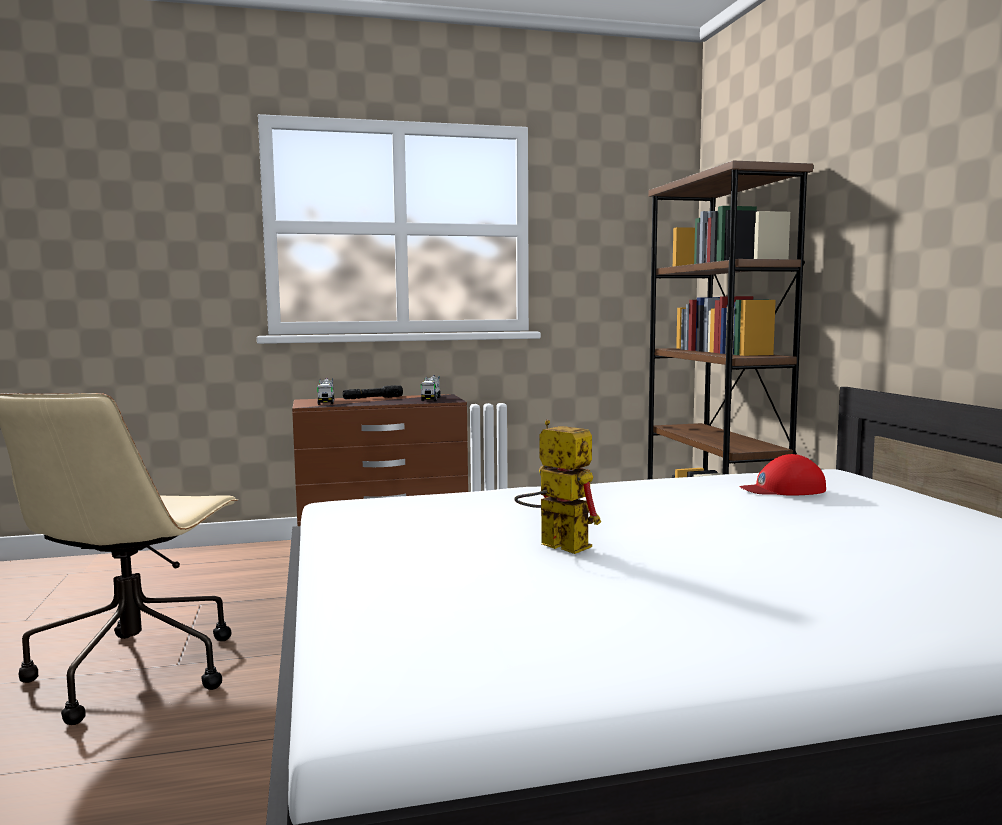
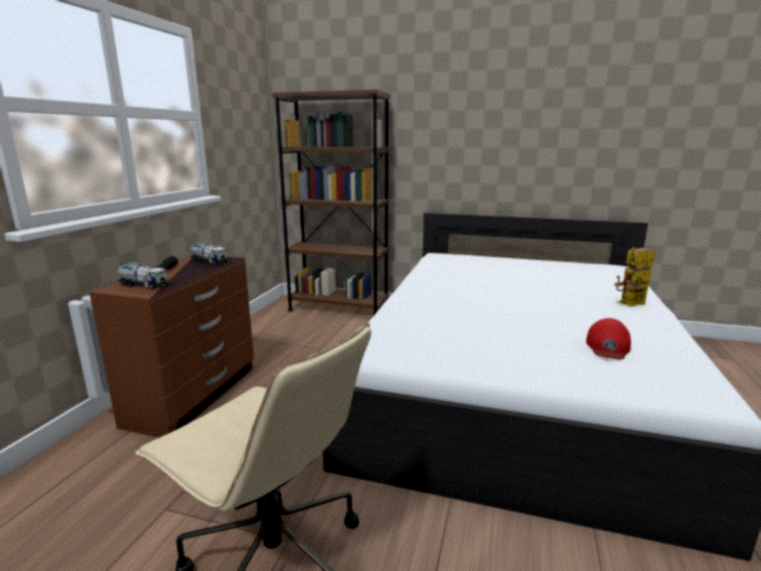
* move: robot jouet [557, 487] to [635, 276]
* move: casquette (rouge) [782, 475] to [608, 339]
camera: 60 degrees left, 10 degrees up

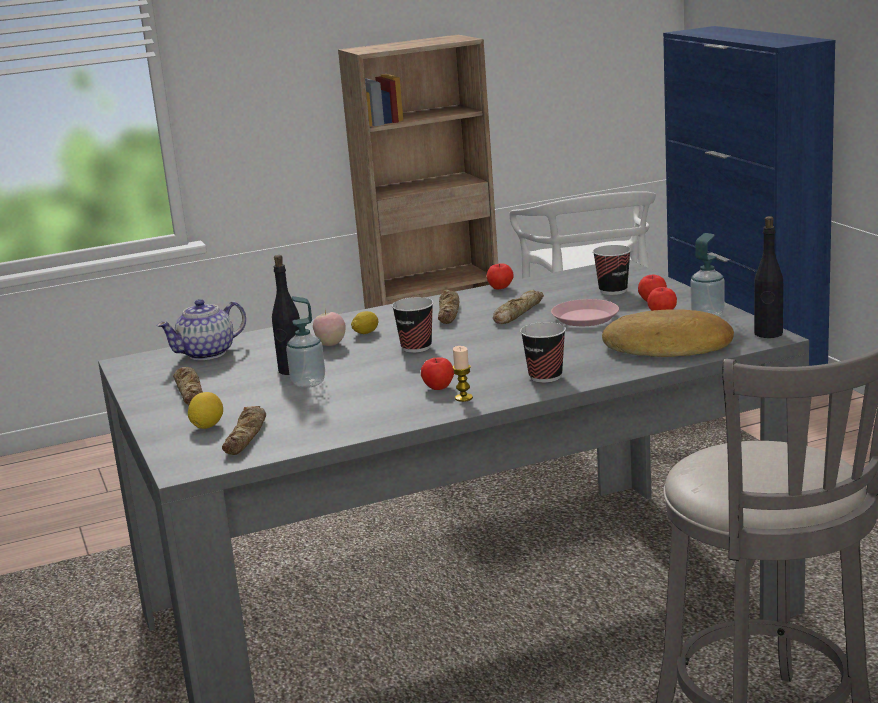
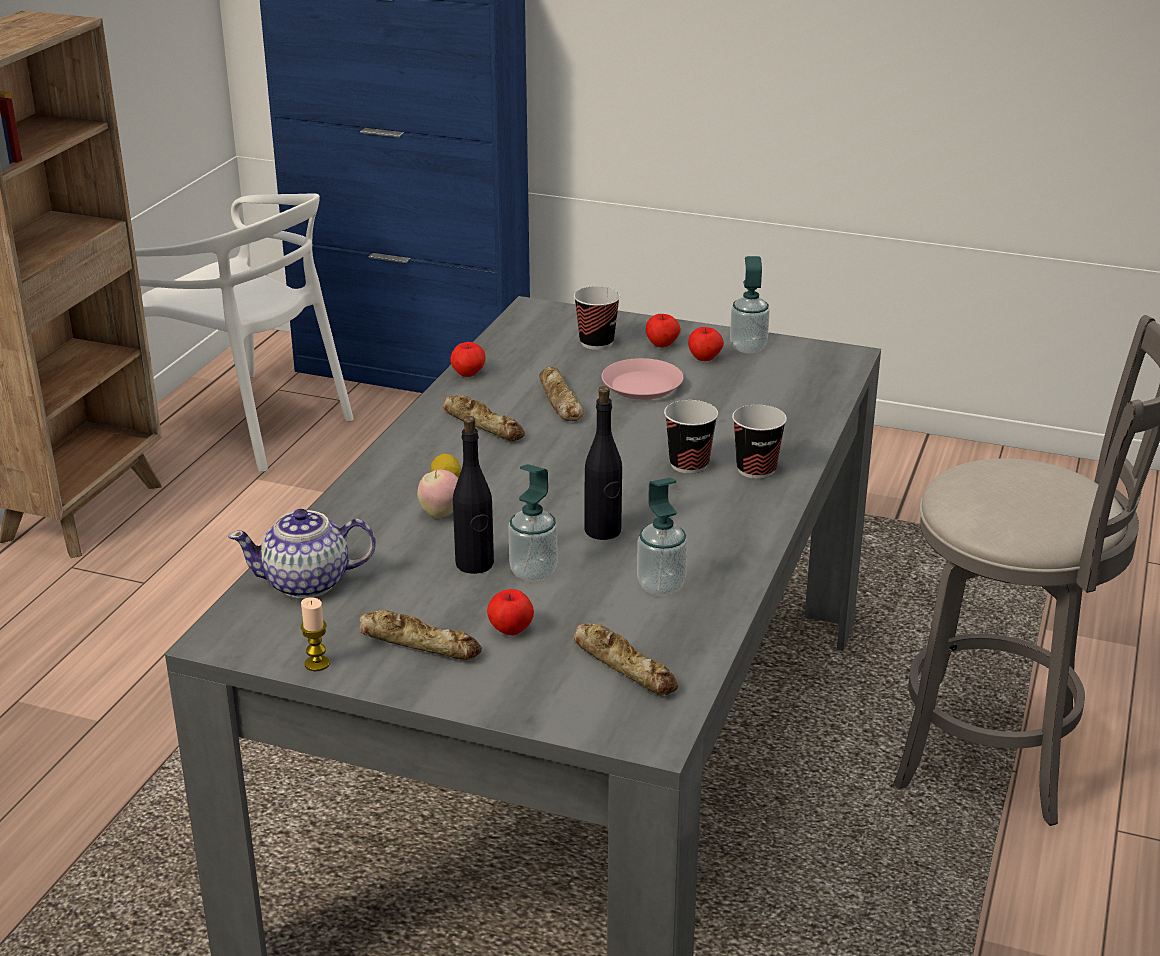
* delete: citron [205, 410]
* delete: pain [668, 333]
* insert: distributeur de savon [662, 537]
* move: tasse [413, 325] to [691, 437]
* move: pomme [437, 373] to [510, 612]
* move: bougie [462, 374] to [315, 634]
* move: bouteille (noir) [768, 277] to [603, 463]
* rotate: théière [201, 329] = [302, 553] 75 degrees clockwise
camera: 50 degrees left, 10 degrees up

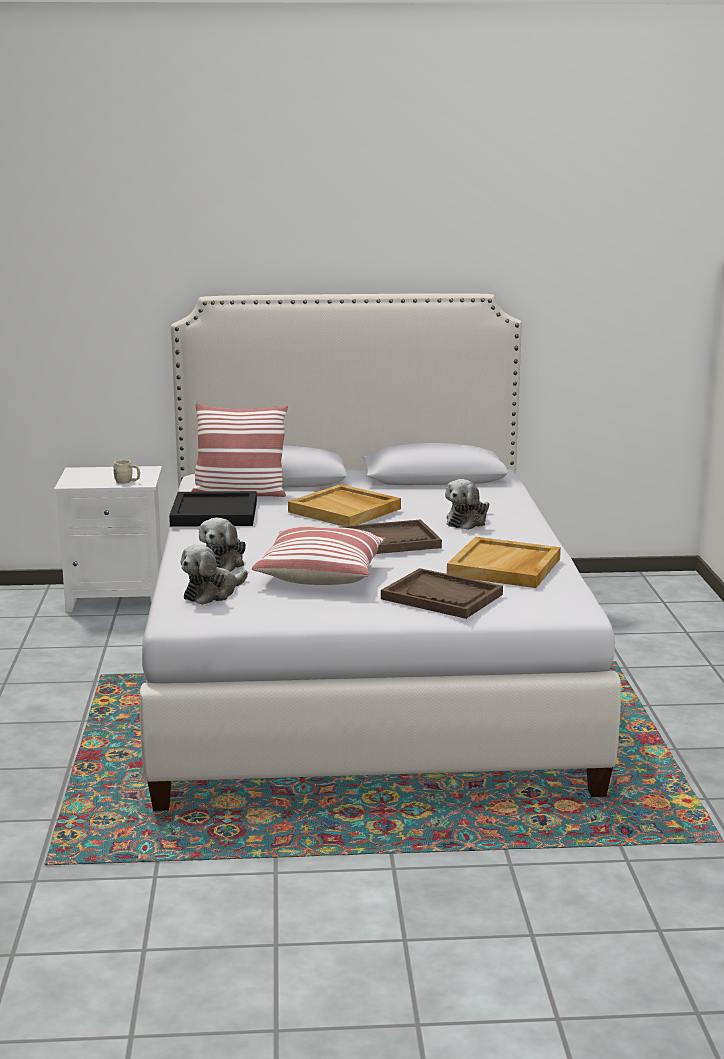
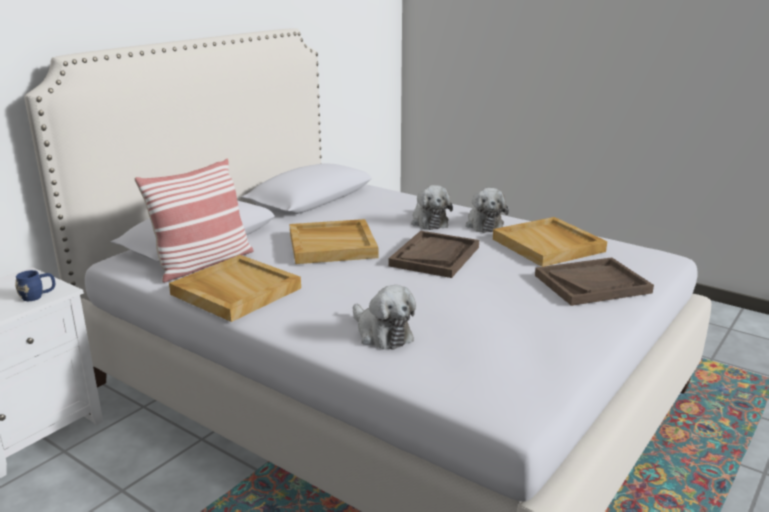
* delete: coussin [319, 555]
* move: peluche [214, 574] to [487, 210]
* recolor: mug (beige) [126, 472] to mug (bleu) [35, 285]
* recolor: plateau (noir) [213, 509] to plateau (beige) [235, 288]
camera: 50 degrees left, 5 degrees up

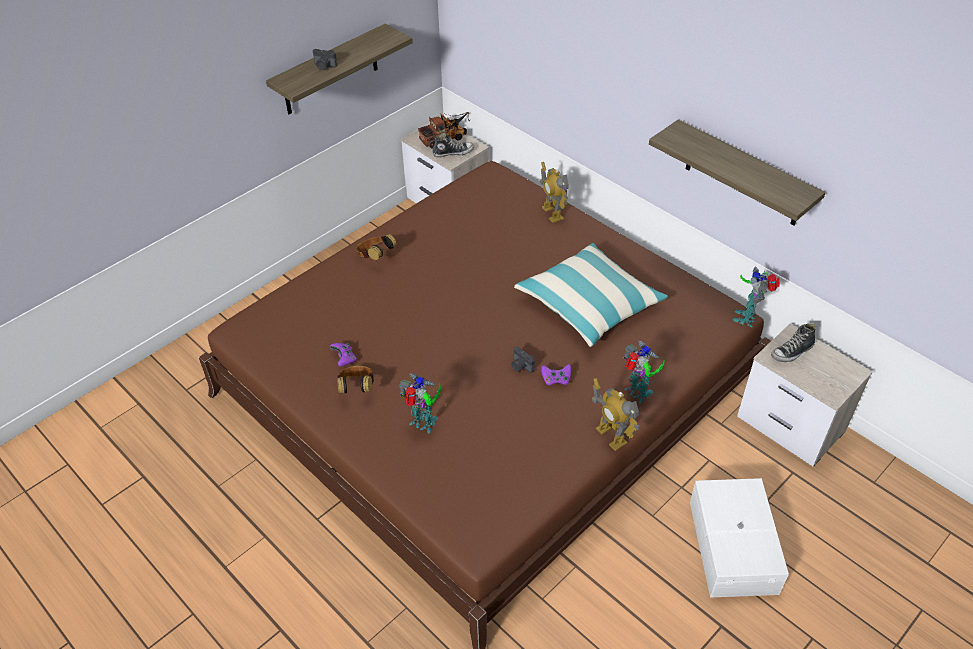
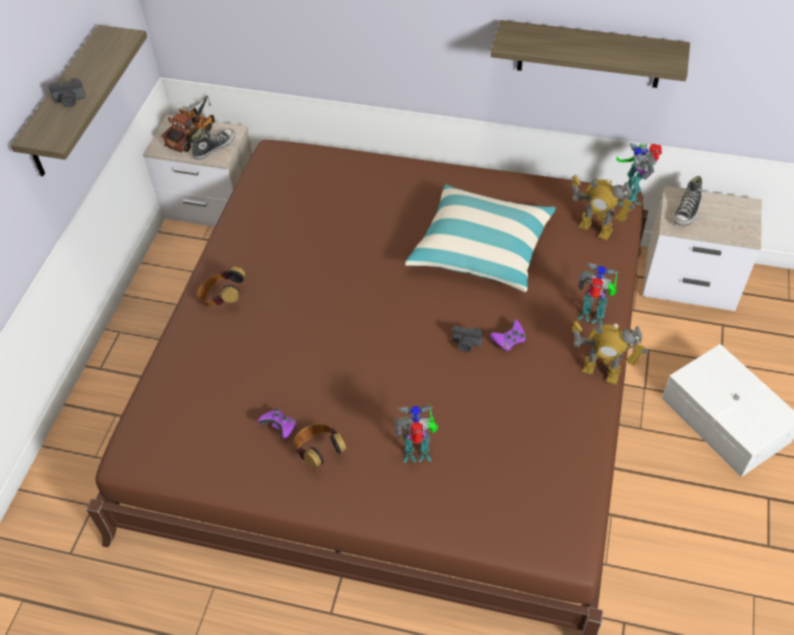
* move: robot jouet [554, 192] to [603, 208]
camera: 30 degrees left, 5 degrees up

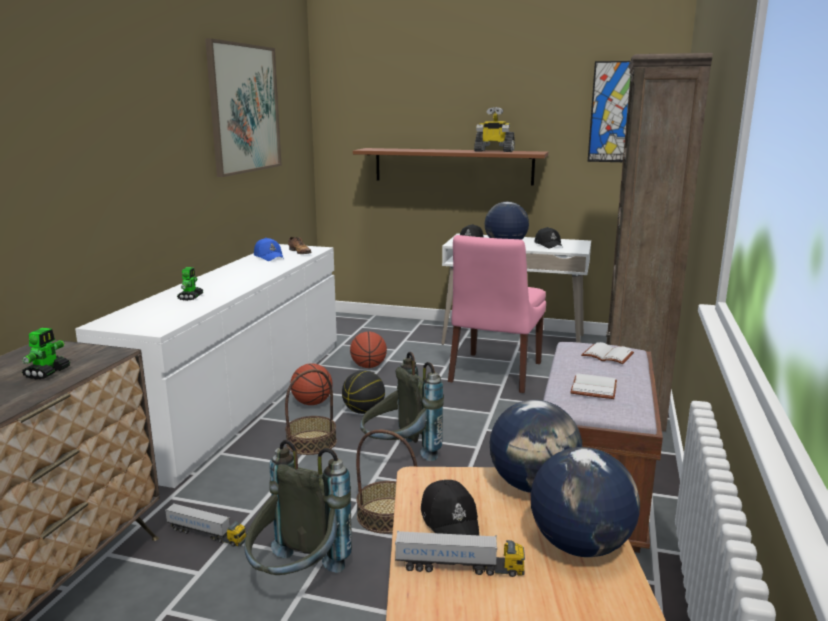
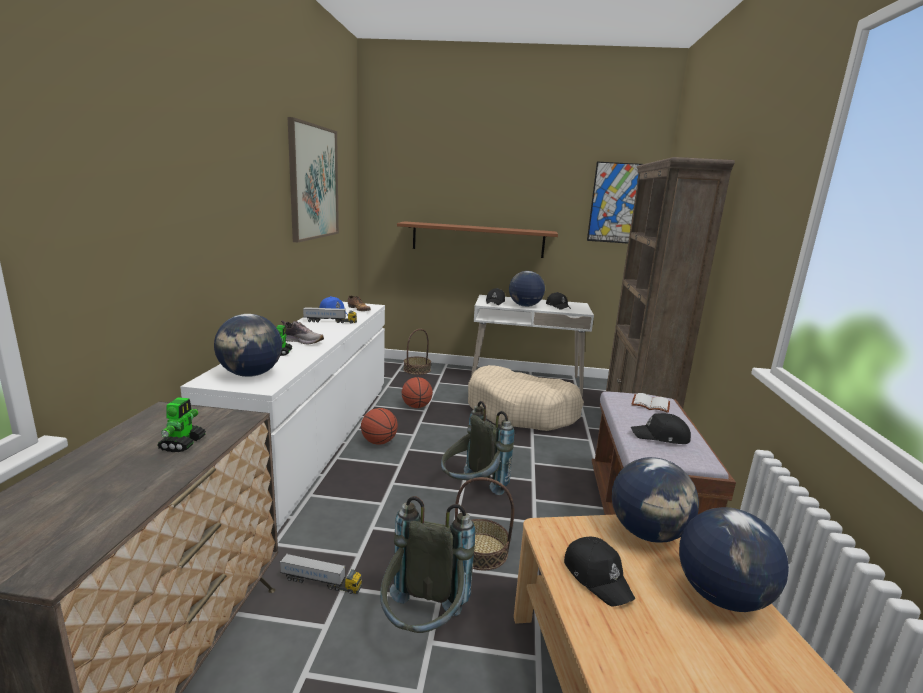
* delete: ballon de basket [363, 392]
* delete: robot jouet [494, 129]
* insert: globe [248, 345]
* insert: chaussure [302, 332]
* move: panier [311, 412] to [417, 352]
* move: camion jouet [460, 554] to [330, 315]
* replace: chaise (rose) [497, 314] to panier pour chien (beige) [526, 398]
* replace: livre (blanc) [593, 386] to casquette (noir) [661, 428]
camera: 10 degrees left, 0 degrees up

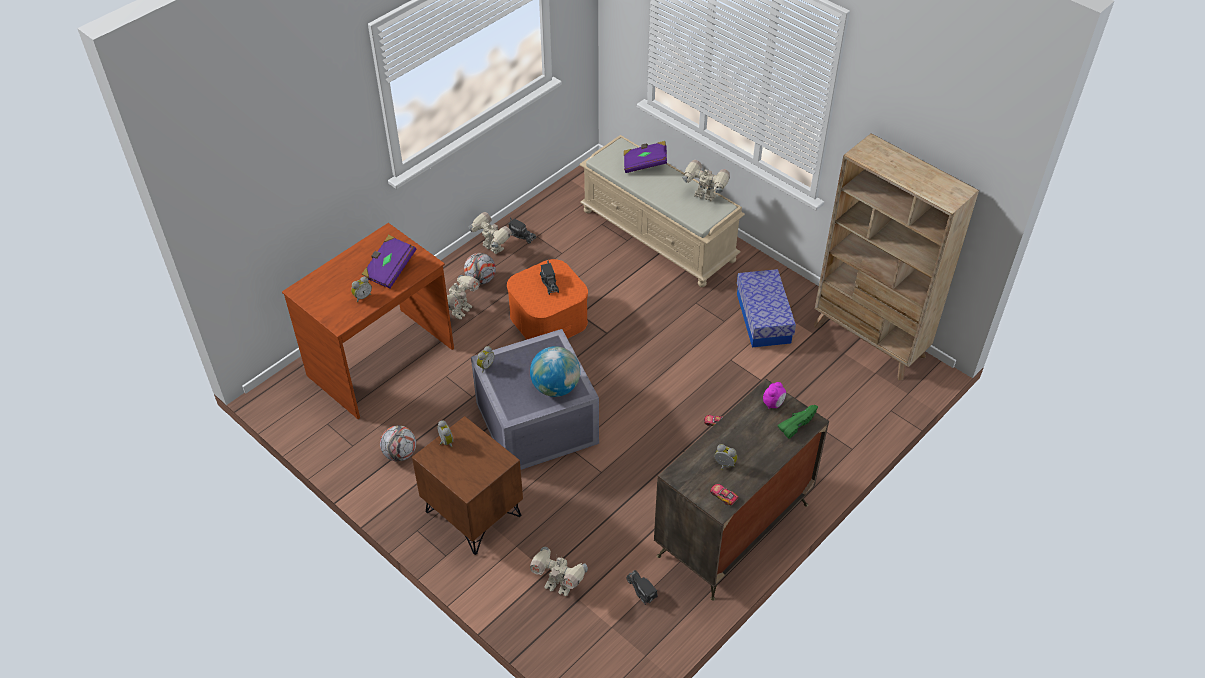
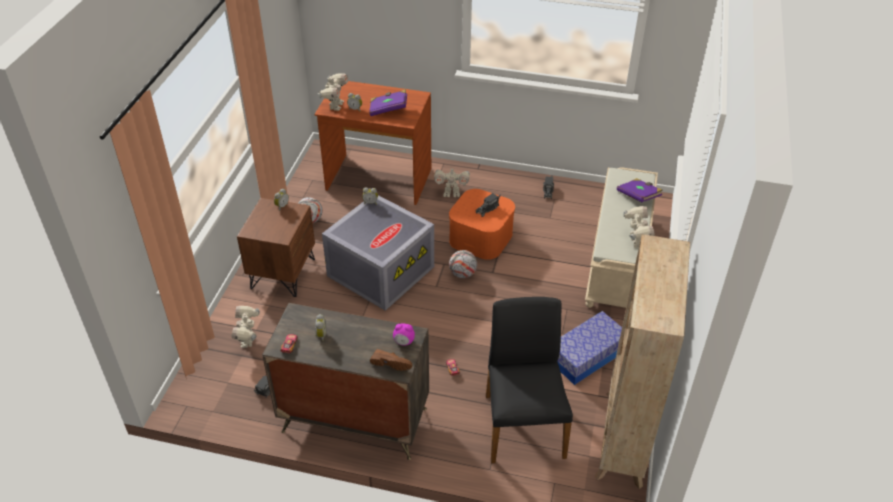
* delete: globe [555, 371]
* insert: chaise (noir) [529, 380]
* move: ballon de foot [480, 269] to [463, 264]
* move: robot jouet [490, 233] to [333, 92]
* recolor: chaussure (vert) [798, 422] to chaussure (marron) [391, 360]
camera: 60 degrees right, 5 degrees down

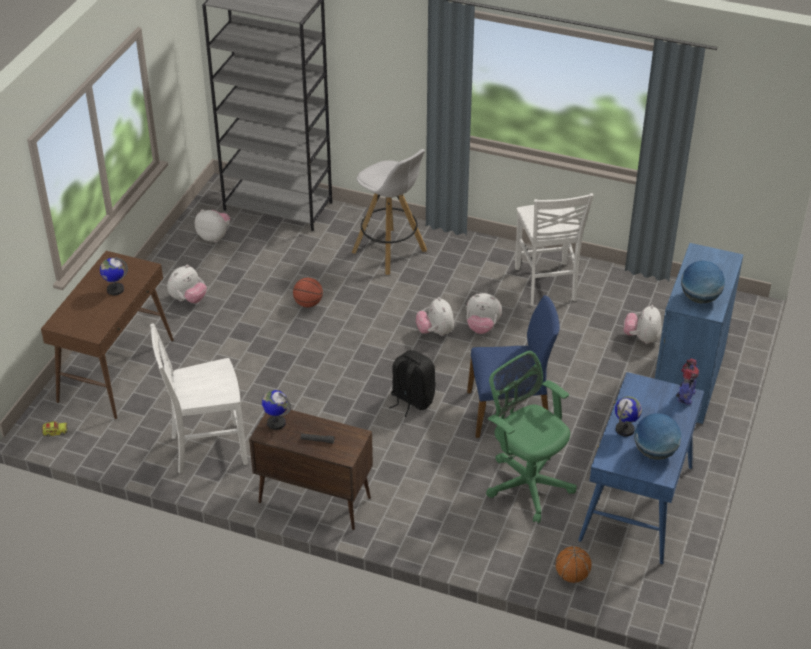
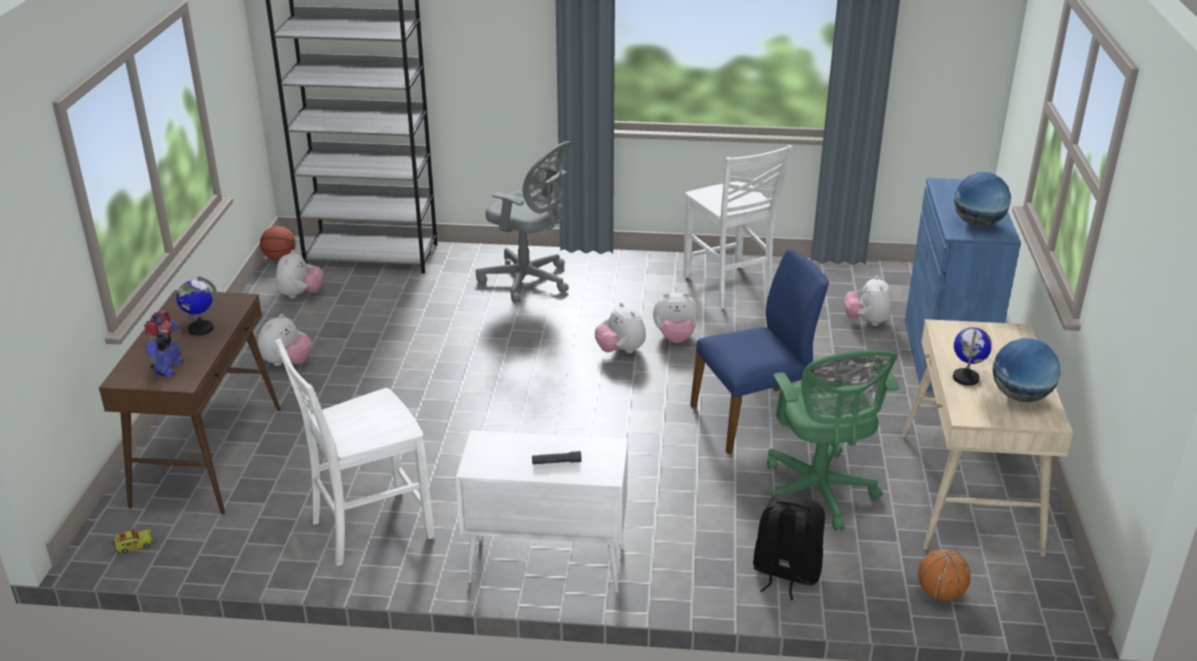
* delete: globe [276, 410]
* move: ballon de basket [308, 292] to [278, 243]
* move: sac à dos (noir) [412, 383] to [789, 546]
* move: robot jouet [687, 381] to [163, 344]
* replace: tabouret (blanc) [389, 212] to chaise de bureau (gris) [523, 222]
* recolor: meuble de rangement (marron) [311, 469] to meuble de rangement (blanc) [542, 511]
* recolor: bureau (bleu) [641, 468] to bureau (beige) [987, 438]
* rotate: peluche [212, 225] = [300, 274] 90 degrees clockwise
* rotate: chaise de bureau (vert) [531, 437] = [833, 440] 135 degrees counterclockwise
camera: 15 degrees left, 10 degrees down

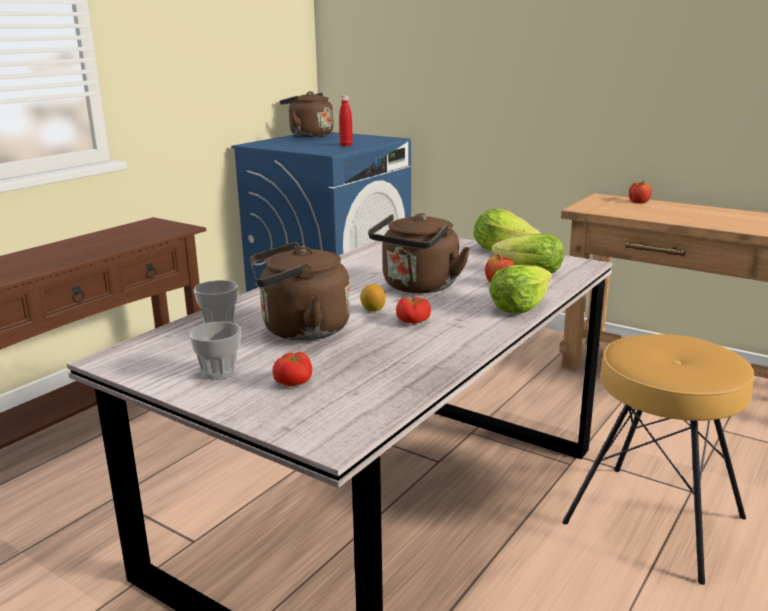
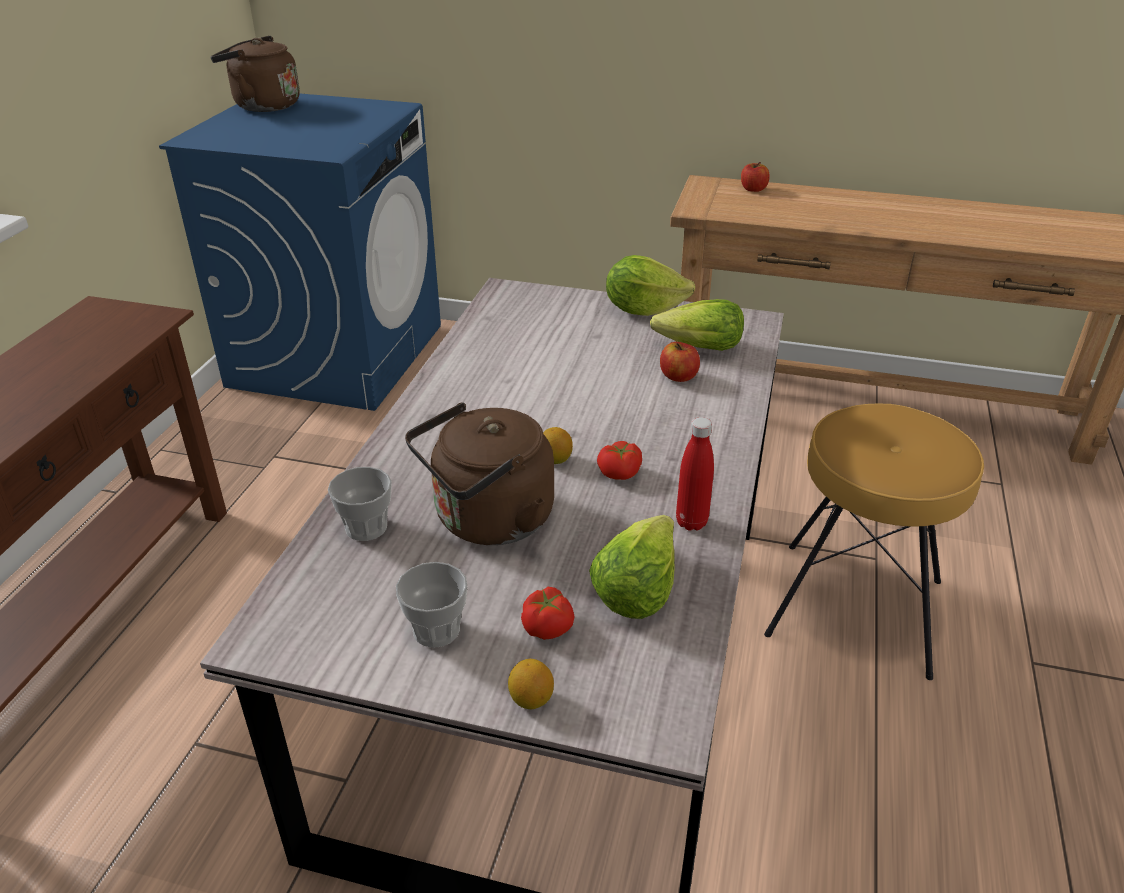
* delete: bouilloire (marron) [419, 253]
* insert: citron [531, 684]
* move: bouteille (rouge) [346, 120] to [695, 474]
* move: laitue [521, 289] to [632, 567]
camera: 20 degrees left, 15 degrees up

